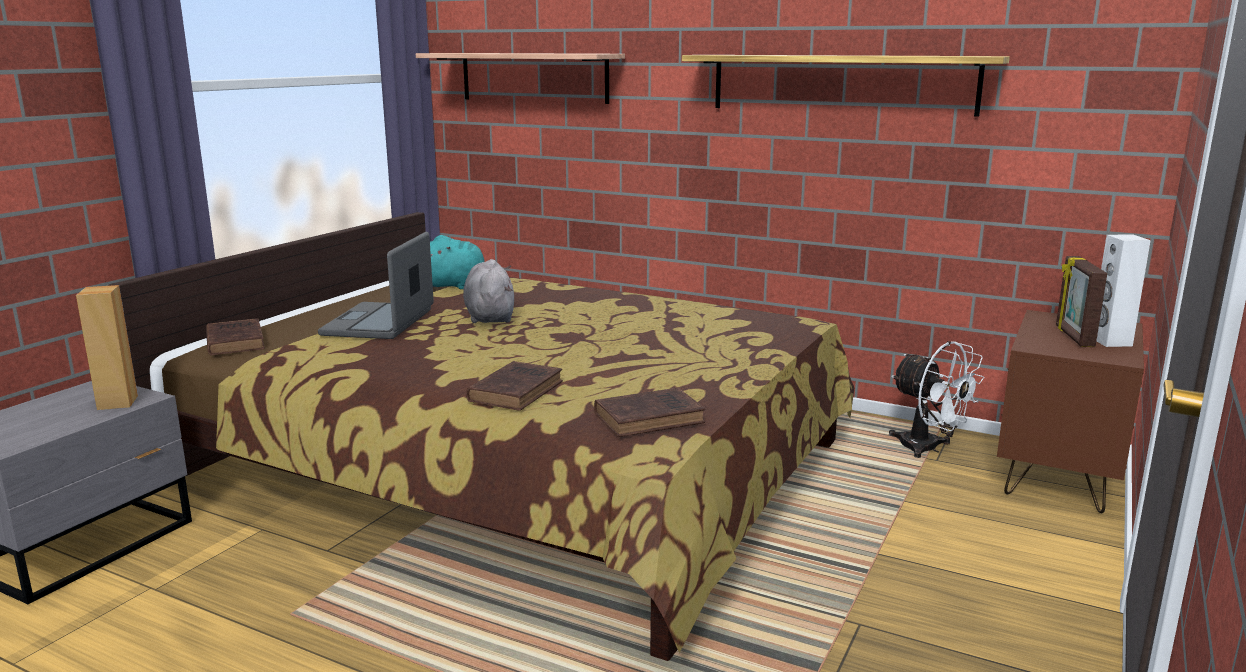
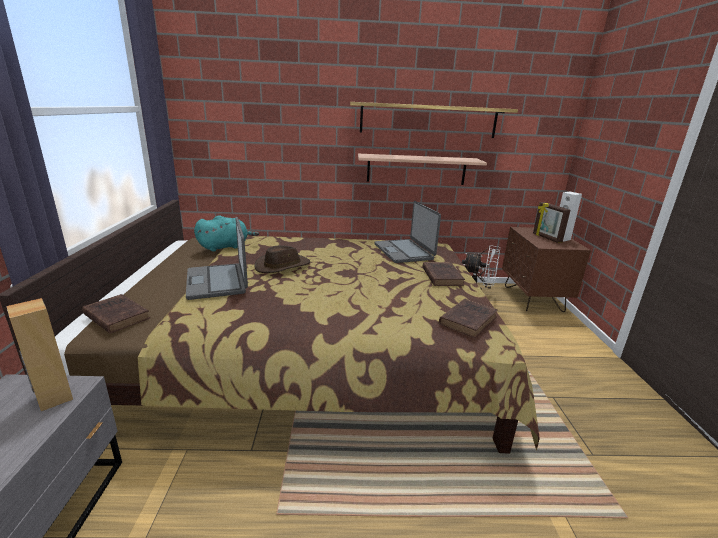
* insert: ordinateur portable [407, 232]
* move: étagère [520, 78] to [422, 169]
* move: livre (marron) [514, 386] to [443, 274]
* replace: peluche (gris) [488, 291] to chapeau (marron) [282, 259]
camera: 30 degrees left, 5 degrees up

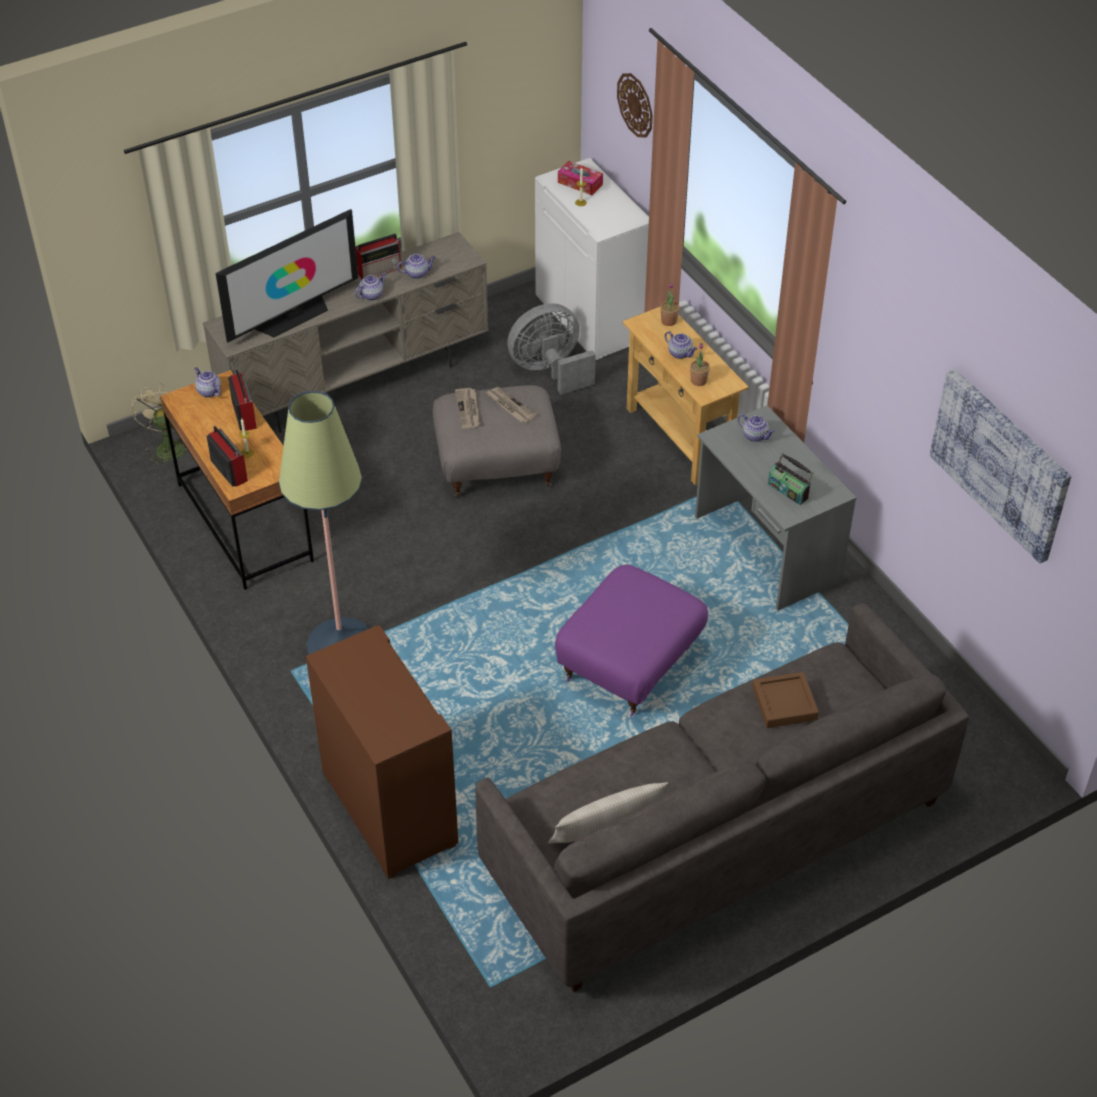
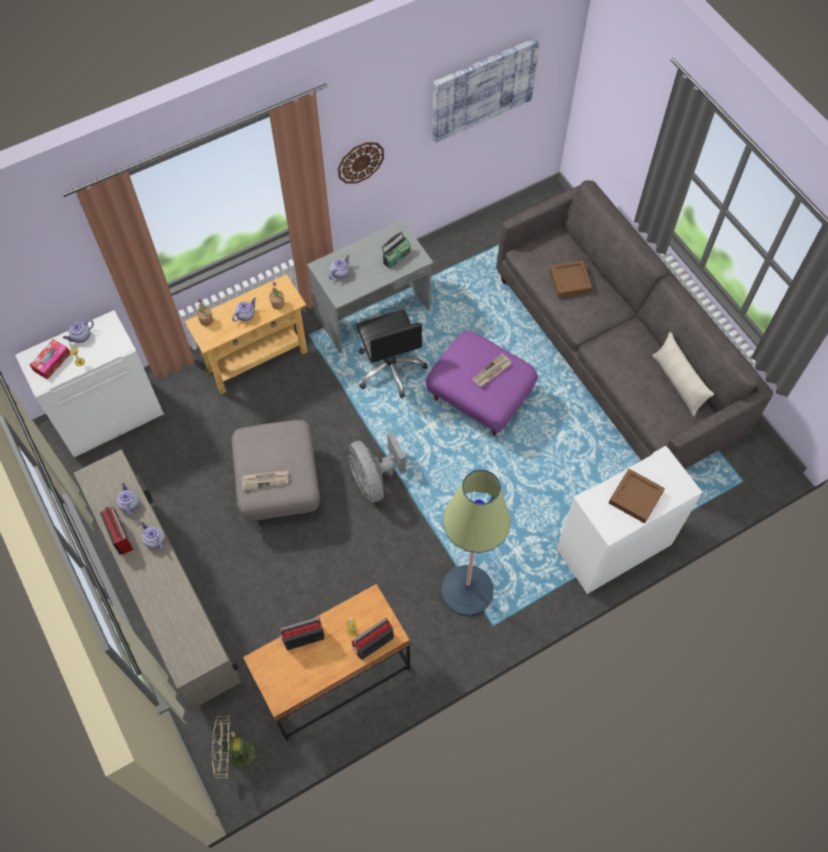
* delete: téléviseur [287, 276]
* insert: chaise de bureau (noir) [391, 353]
* insert: plateau (marron) [637, 496]
* move: théière [207, 382] to [78, 331]
* move: journal [511, 405] to [492, 370]
* move: ventilateur (gris) [551, 349] to [377, 466]
* move: horloge murale [635, 105] to [361, 163]
* recolor: meuble de rangement (marron) [382, 752] to meuble de rangement (blanc) [629, 520]
camera: 90 degrees left, 15 degrees up

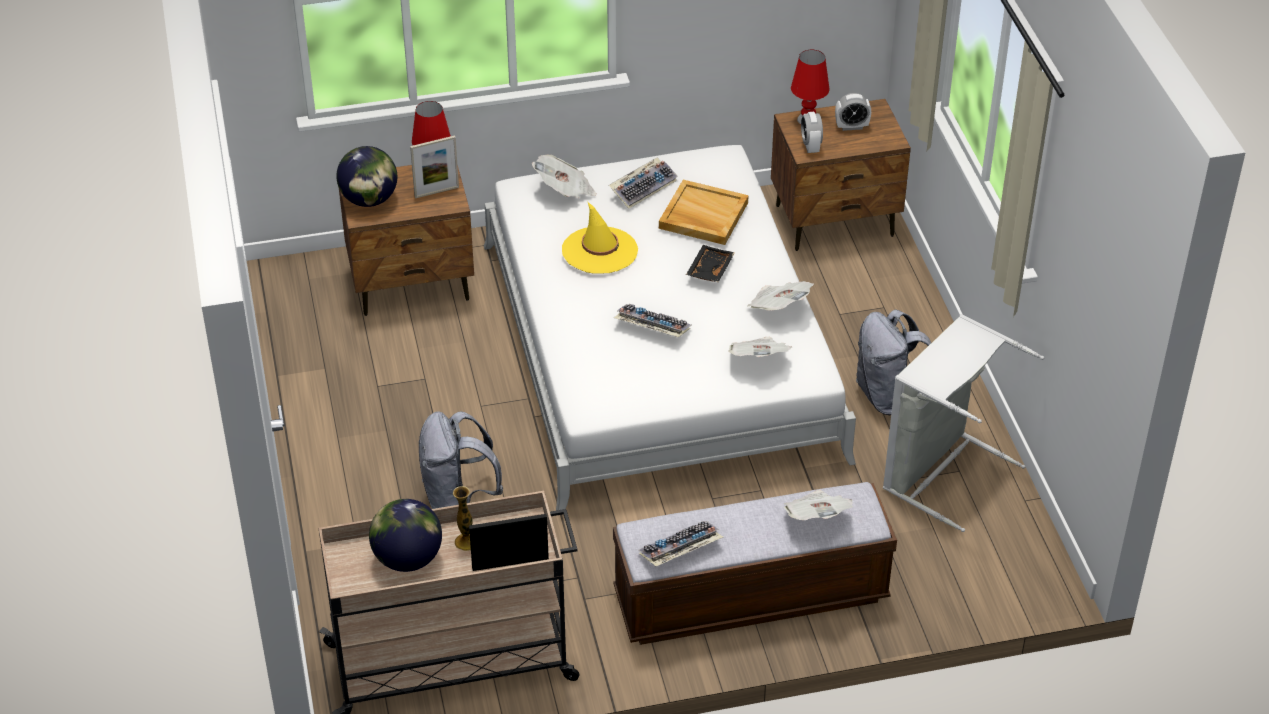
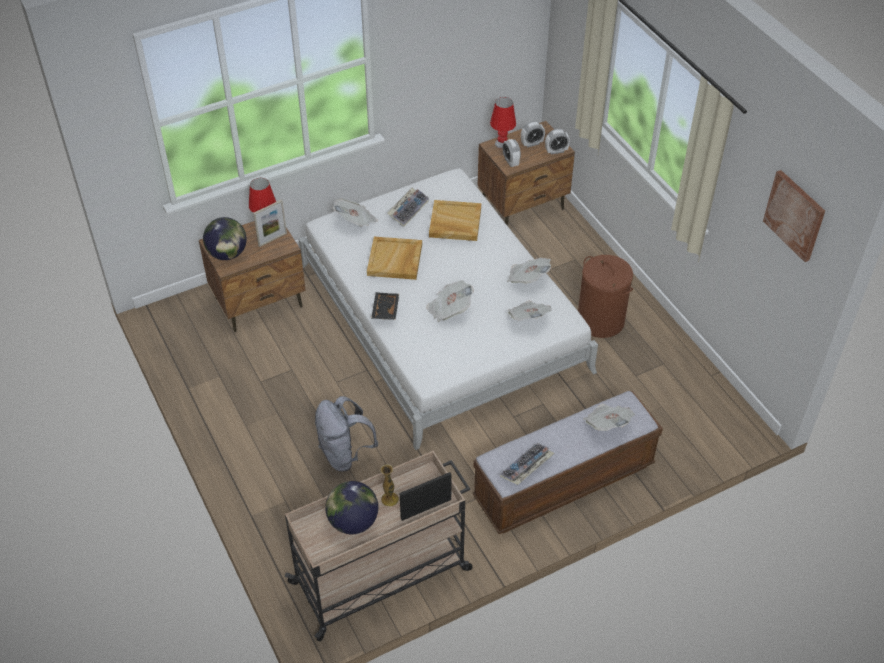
* delete: panier à linge (gris) [963, 423]
* insert: réveil [557, 142]
* insert: tableau [794, 216]
* move: plateau (noir) [710, 263] to [385, 306]
* replace: chapeau (jaune) [600, 237] to plateau (beige) [394, 258]
* replace: clavier [653, 321] to journal [450, 301]
* replace: sac à dos (gris) [893, 362] to panier à linge (marron) [605, 296]
camera: 15 degrees left, 5 degrees up

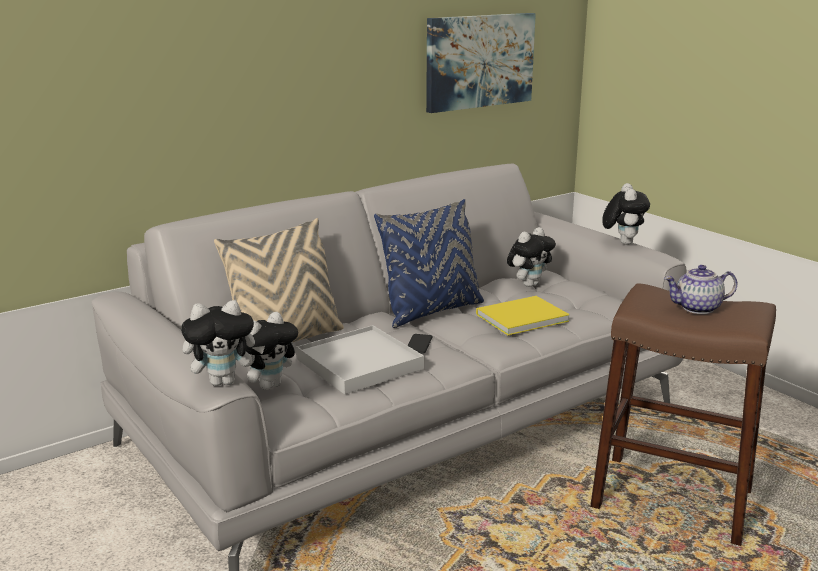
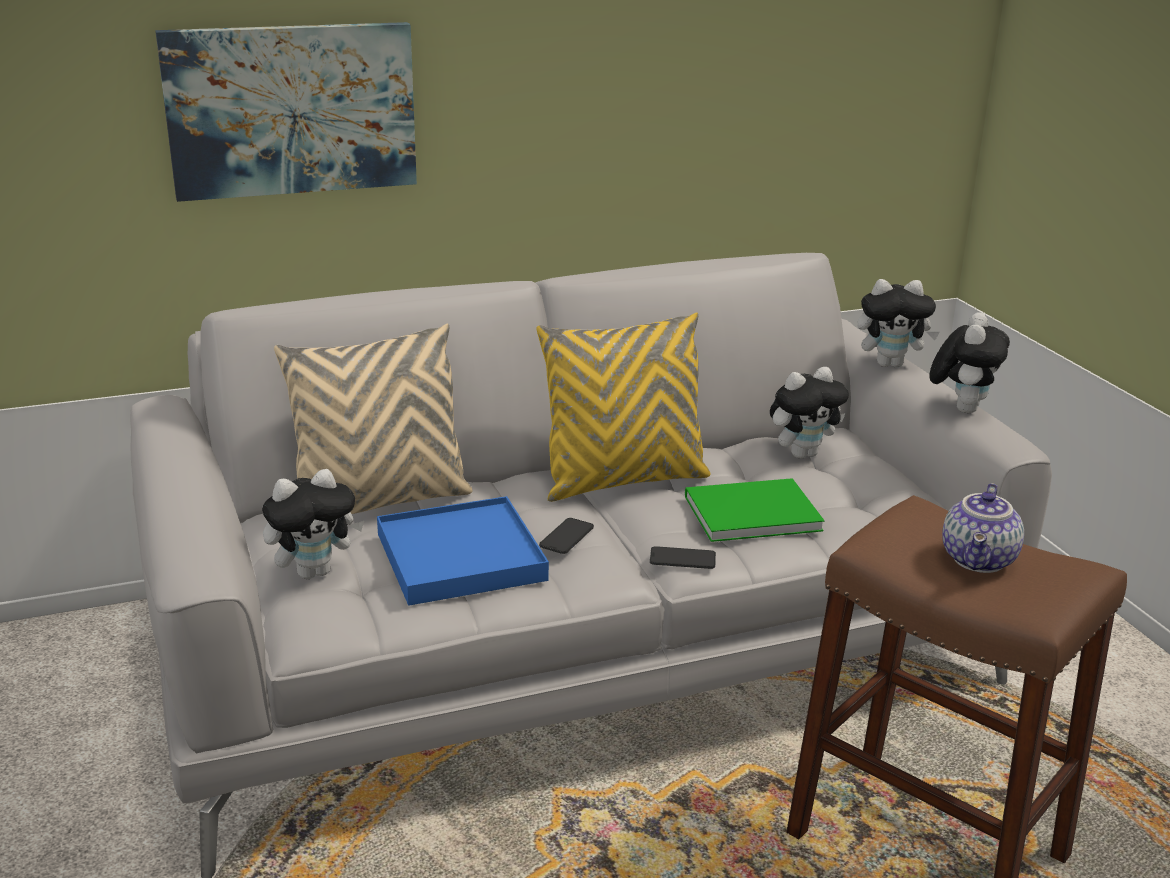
* insert: téléphone [683, 557]
* move: peluche [223, 343] to [898, 323]
* move: tableau [481, 63] to [286, 112]
* recolor: plateau (blanc) [360, 359] to plateau (bleu) [463, 551]
* recolor: coussin (bleu) [429, 263] to coussin (jaune) [623, 407]
* recolor: livre (jaune) [523, 315] to livre (vert) [755, 510]
* rotate: théière [700, 289] = [983, 528] 75 degrees counterclockwise
camera: 15 degrees right, 5 degrees up

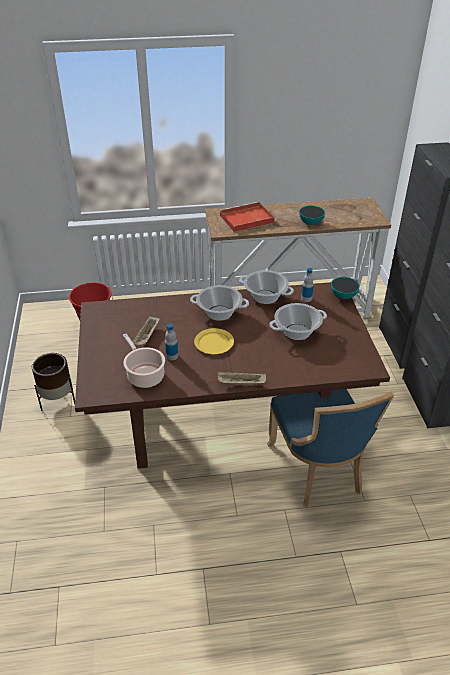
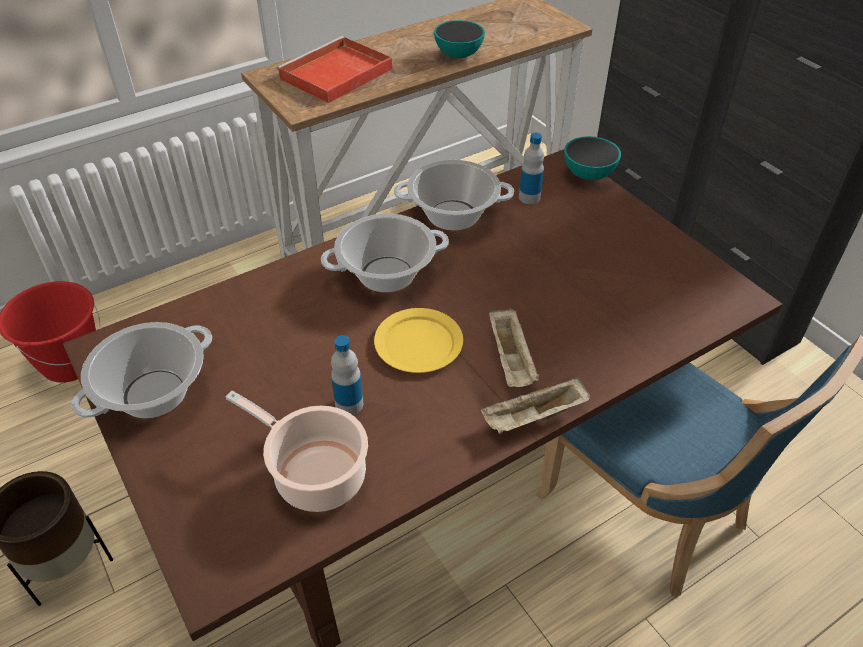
* move: plateau (beige) [146, 330] to [514, 348]
* move: marmite [298, 321] to [141, 370]
camera: 25 degrees left, 5 degrees up

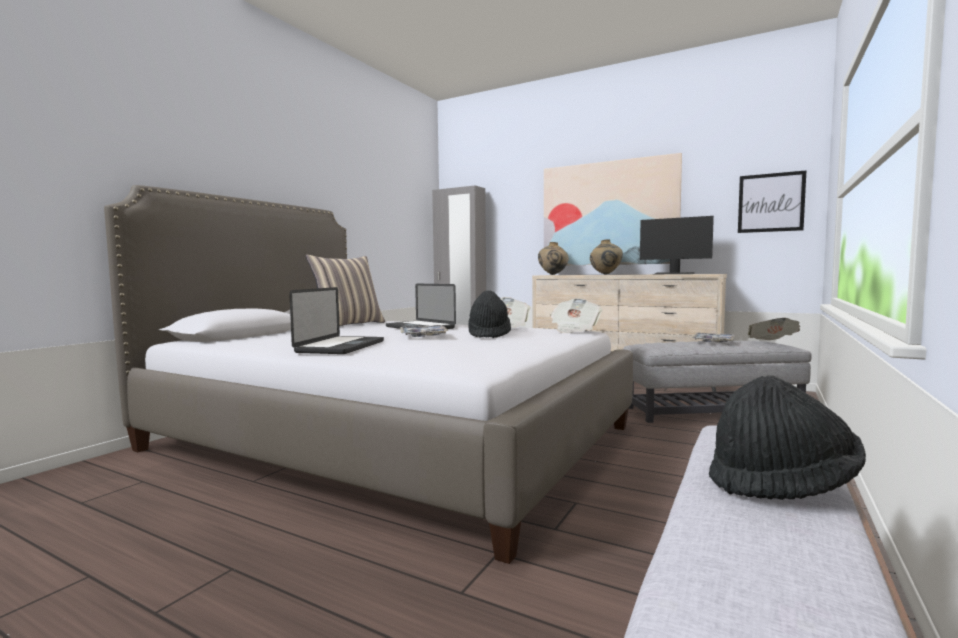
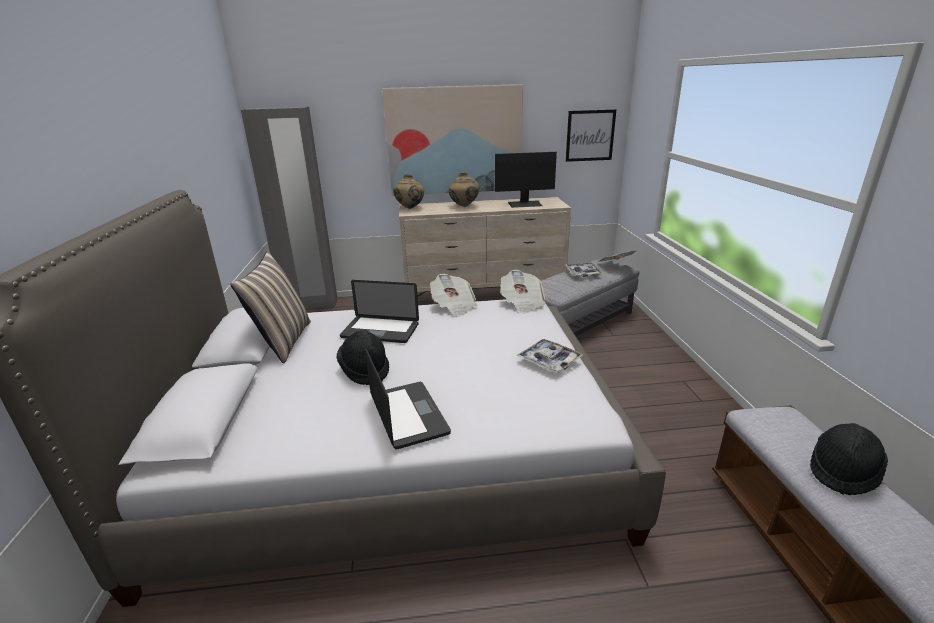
* move: plateau [424, 331] to [550, 356]
* move: chapeau (noir) [489, 314] to [363, 357]
camera: 35 degrees left, 20 degrees up

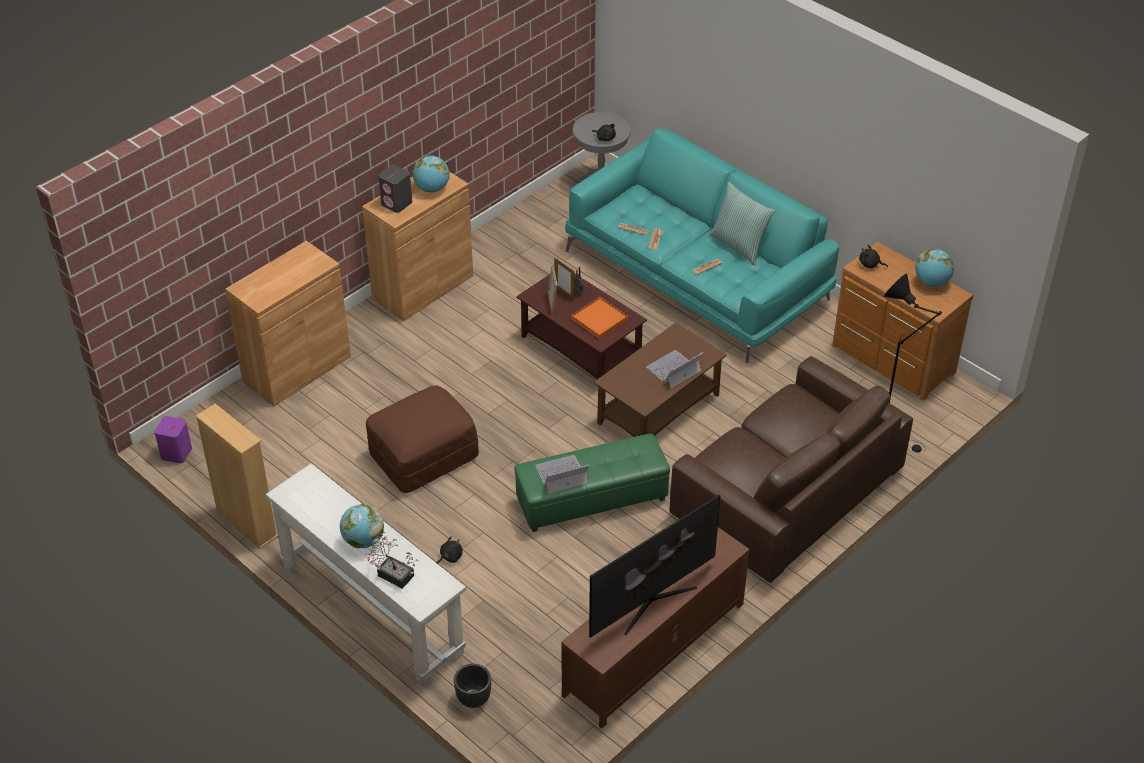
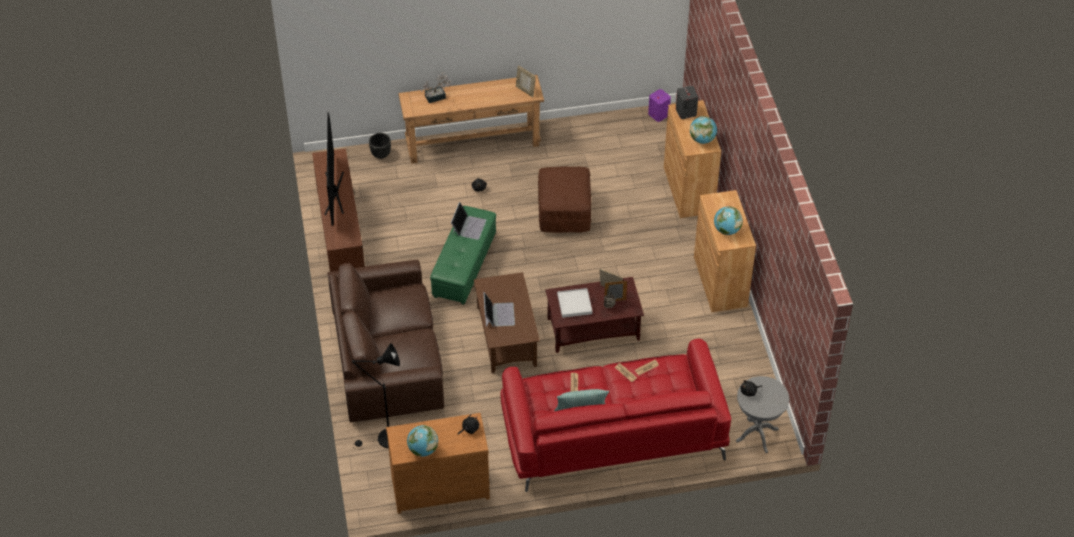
* delete: bibliothèque (beige) [237, 476]
* insert: cadre photo [526, 81]
* move: globe [362, 526] to [703, 130]
* move: enceinte (gris) [395, 189] to [687, 102]
* recolor: table console (blanc) [365, 574] to table console (marron) [471, 119]
* recolor: canapé (turquoise) [702, 246] to canapé (rouge) [615, 415]
* recolor: plateau (orange) [599, 318] to plateau (blanc) [574, 303]
camera: 125 degrees right, 5 degrees up

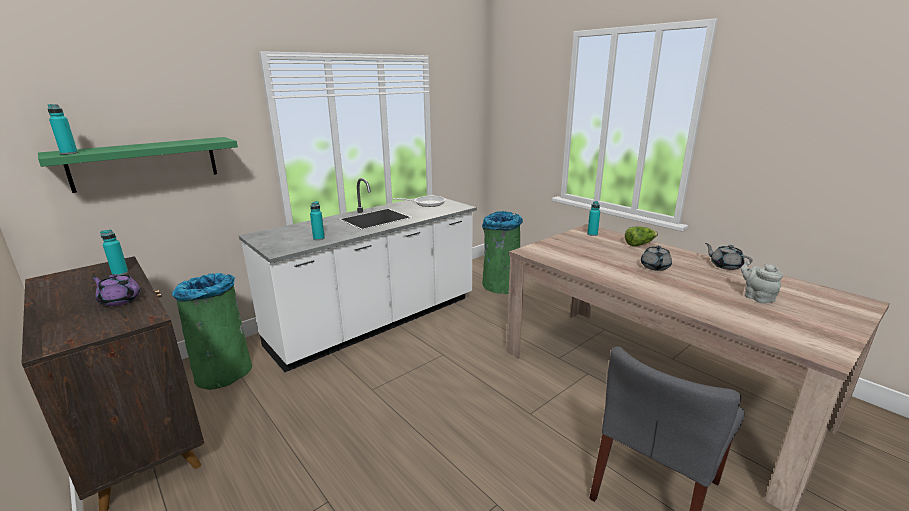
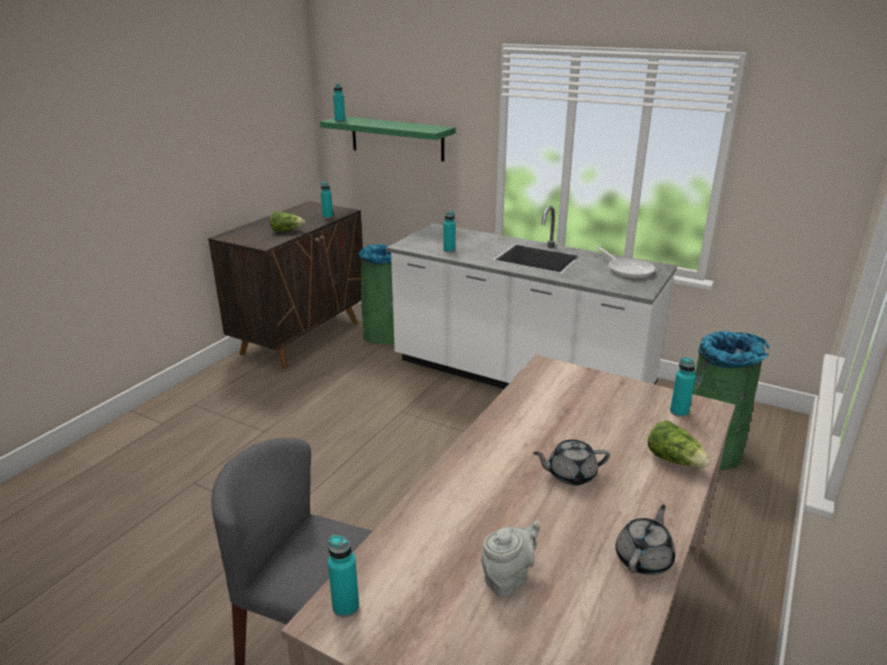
* insert: bouteille (turquoise) [343, 576]
* replace: théière (violet) [116, 290] to laitue [287, 222]
camera: 70 degrees right, 5 degrees up

